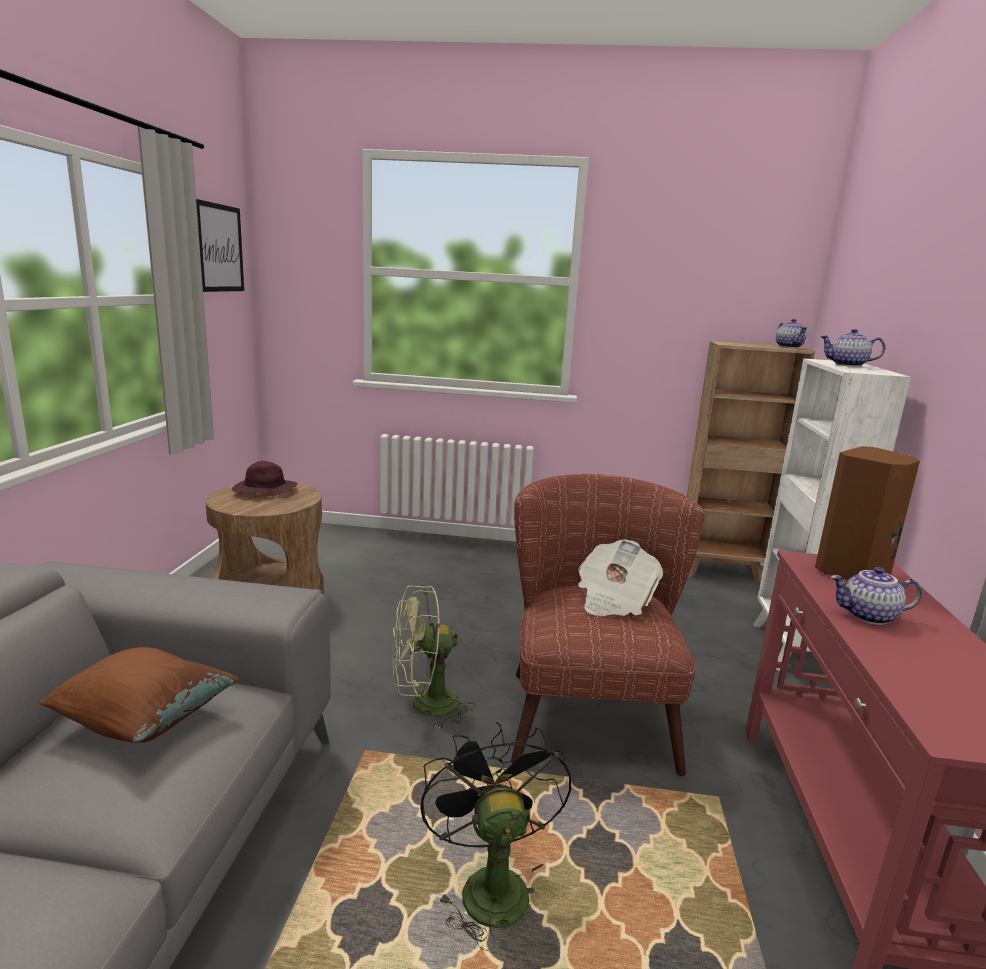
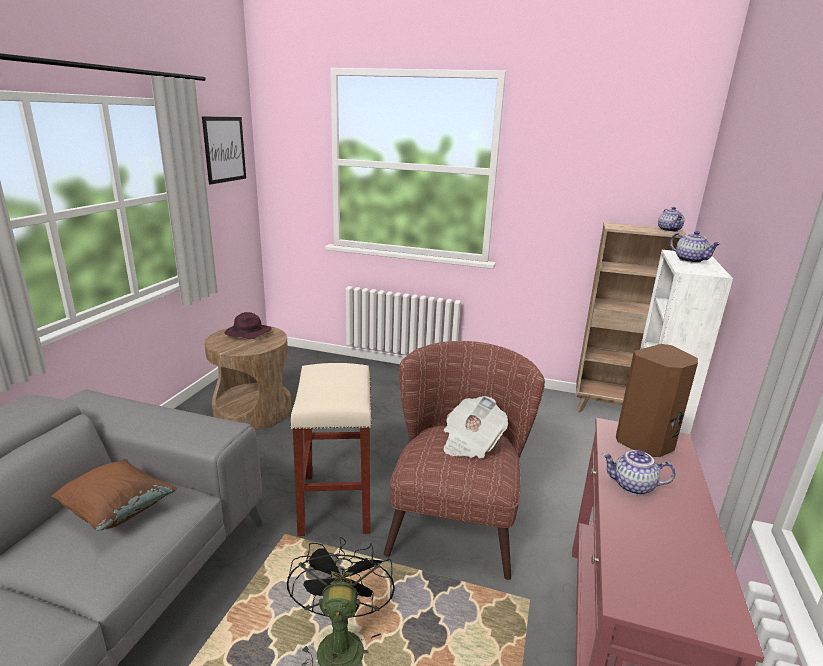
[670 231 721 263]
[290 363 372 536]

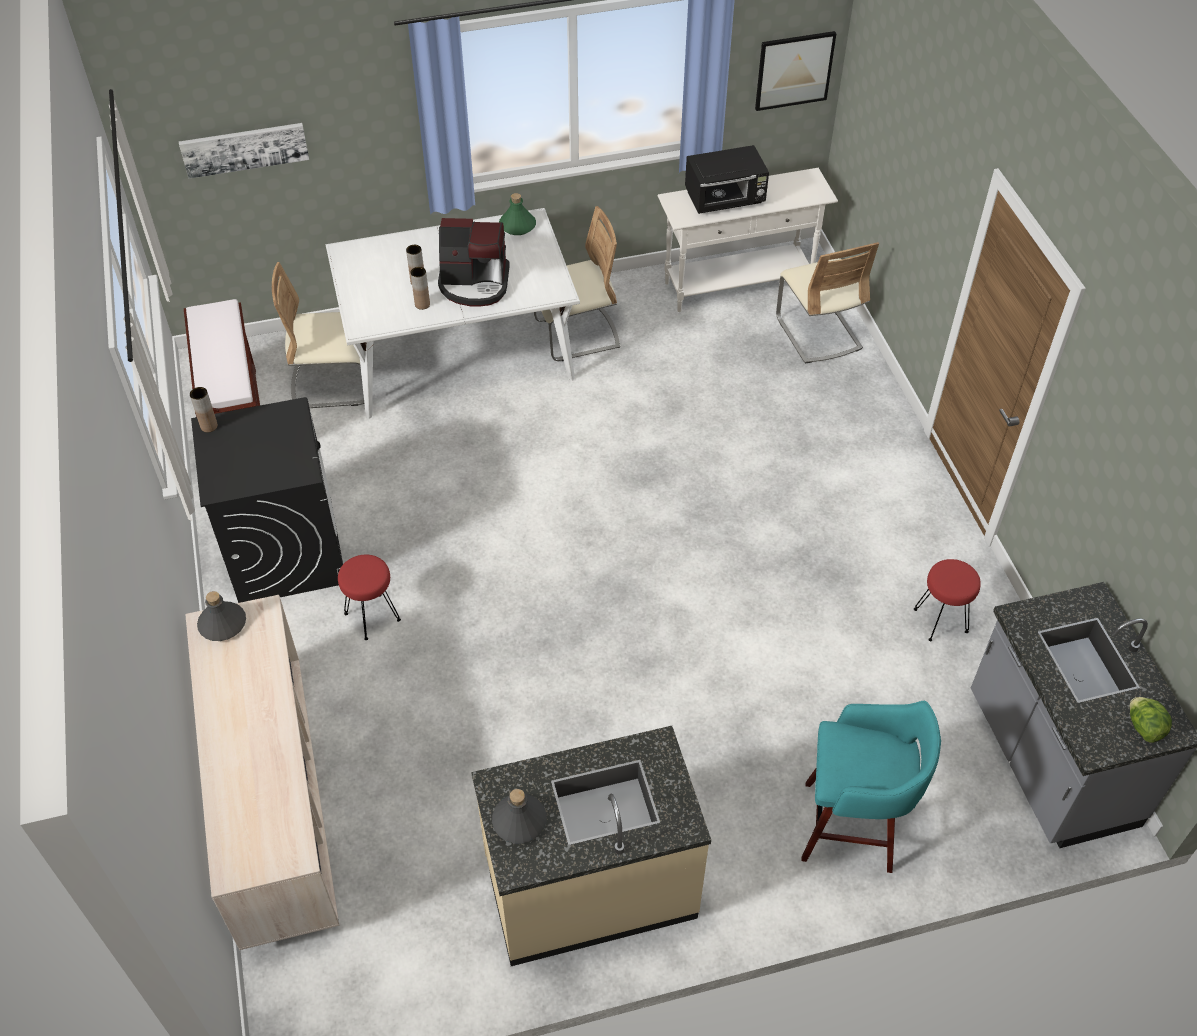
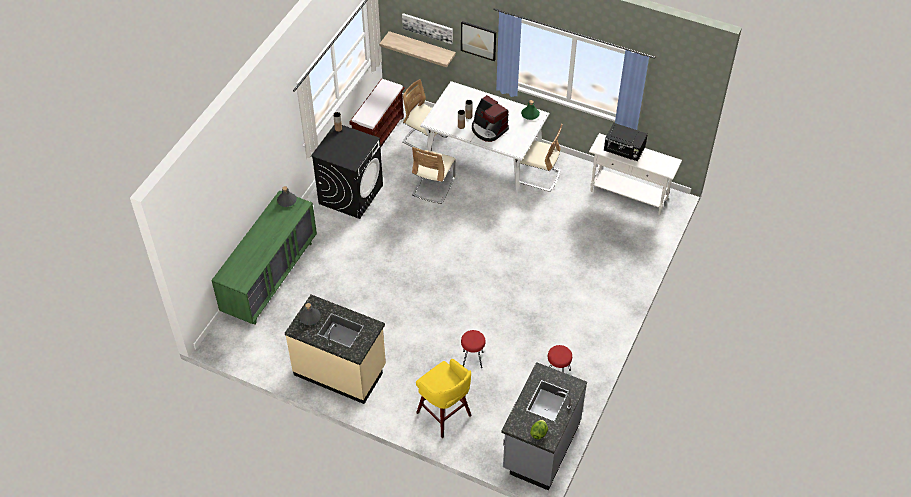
[461 21 496 61]
[412 147 455 204]
[461 330 486 368]
[211 190 317 324]
[416 359 472 438]
[379 31 456 67]

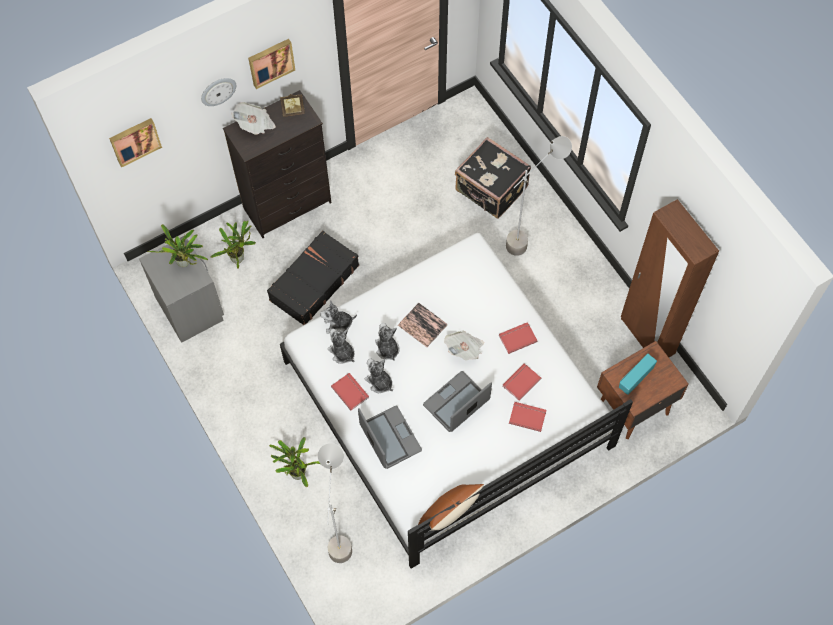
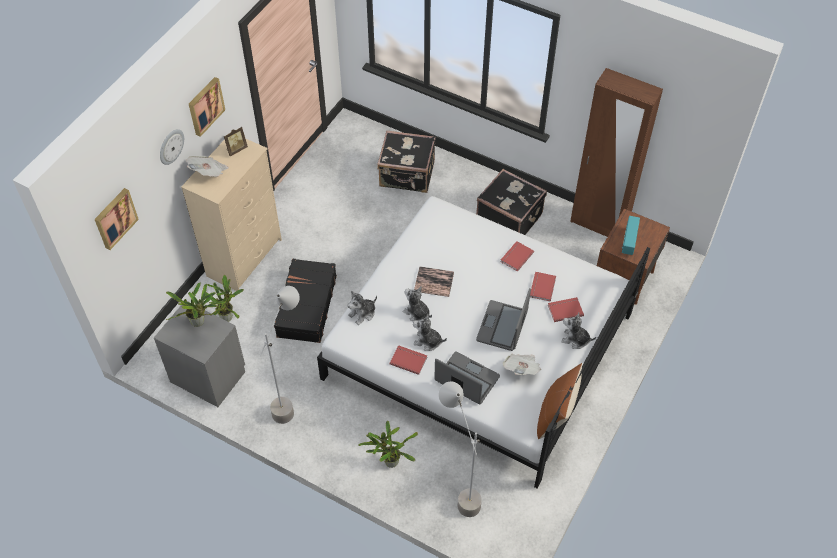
[181 138 282 291]
[260 286 299 424]
[561 312 596 349]
[503 354 541 375]
[476 169 547 235]

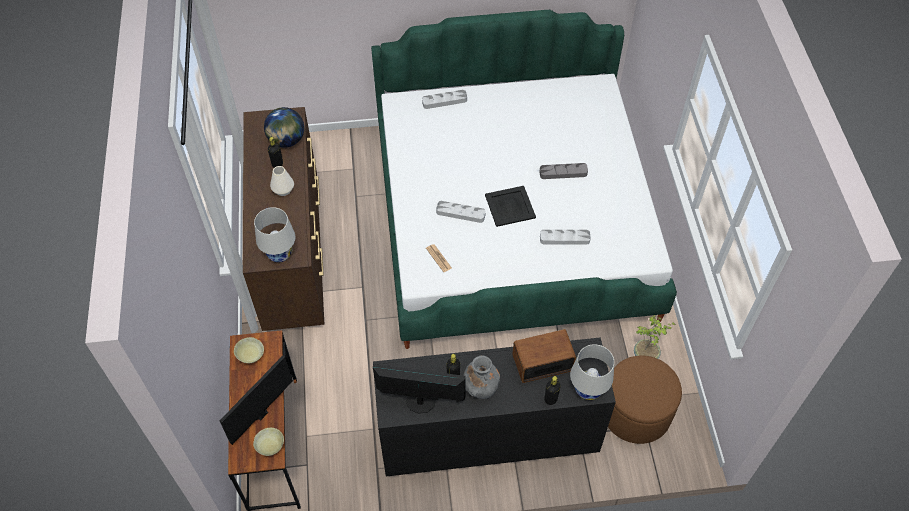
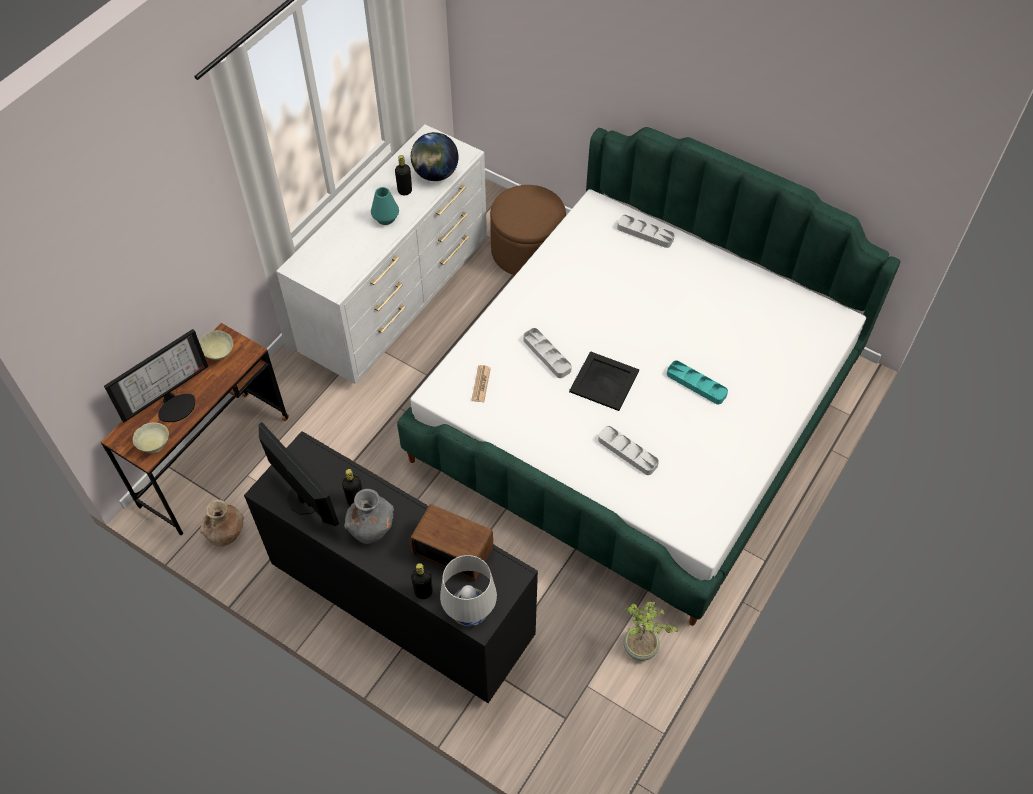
[276 124 487 384]
[667 360 728 404]
[371 187 399 225]
[254 207 295 262] (first image)
[104 329 208 422]
[490 185 566 275]
[200 500 244 547]

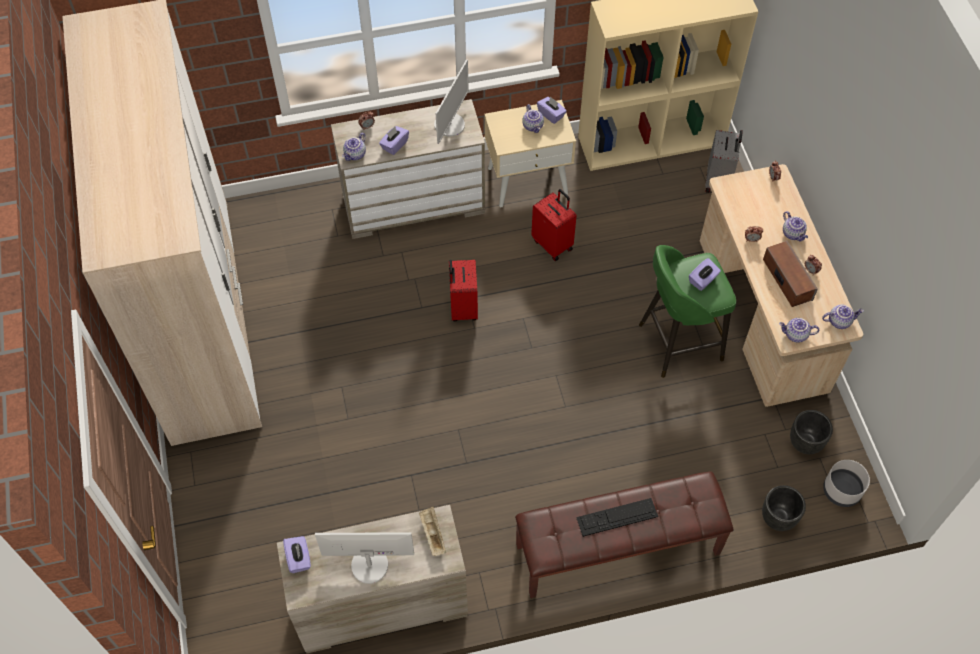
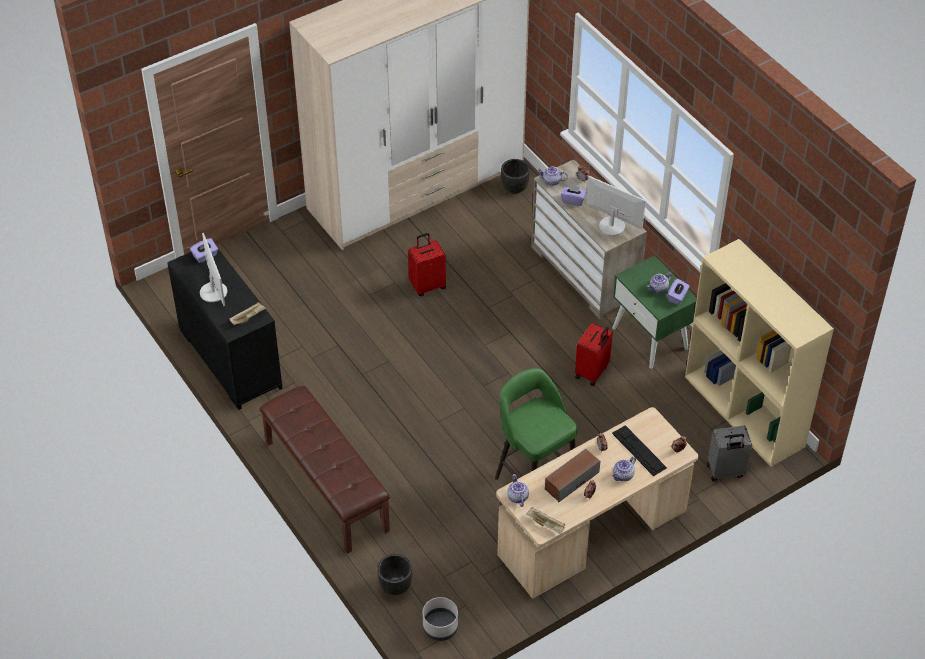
[586 176 646 236]
[612 256 697 369]
[689 258 721 291] (first image)
[408 233 446 296]
[526 507 565 534]
[501 159 530 194]
[612 425 667 476]
[167 249 283 410]

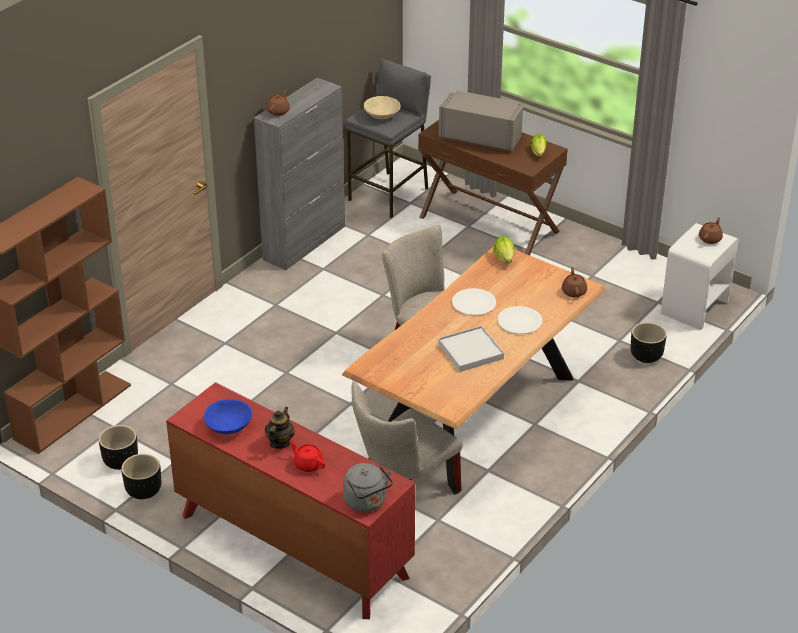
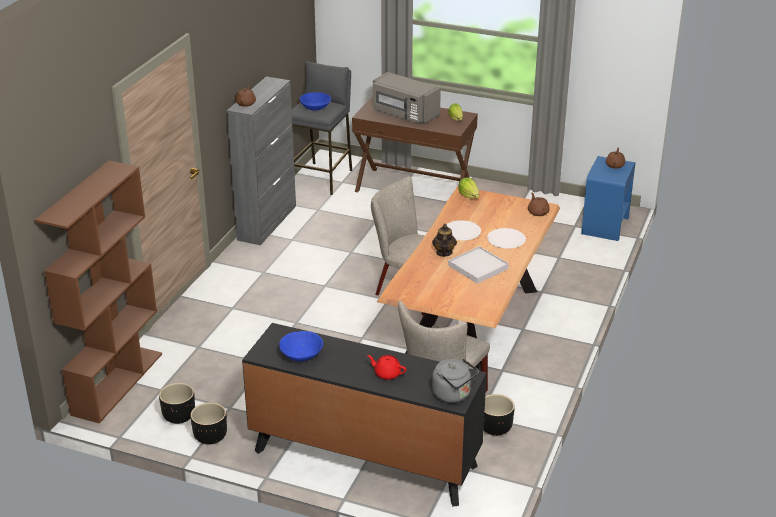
[373 72 441 124]
[300 92 331 111]
[581 156 635 241]
[484 394 515 436]
[242 323 487 507]
[432 224 457 257]

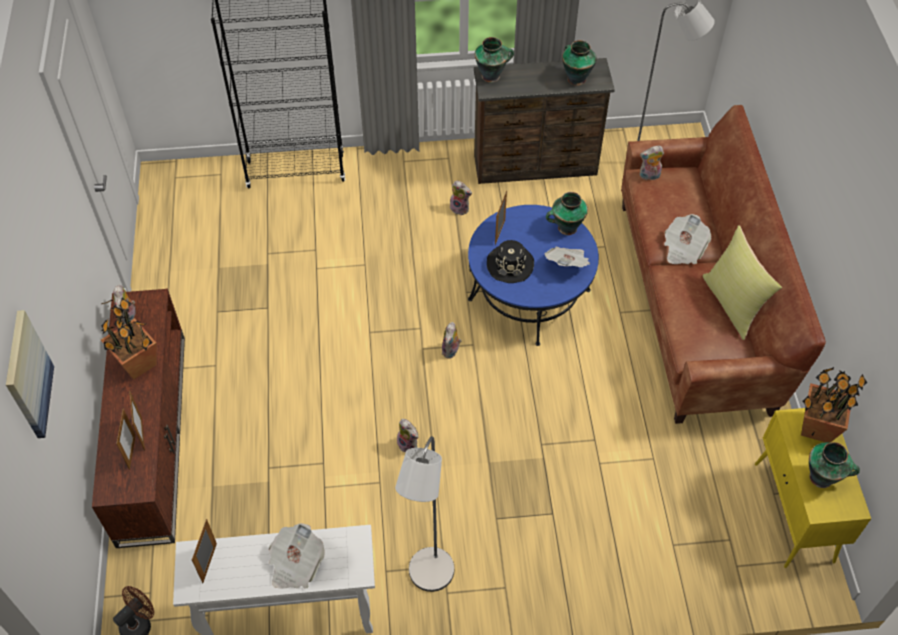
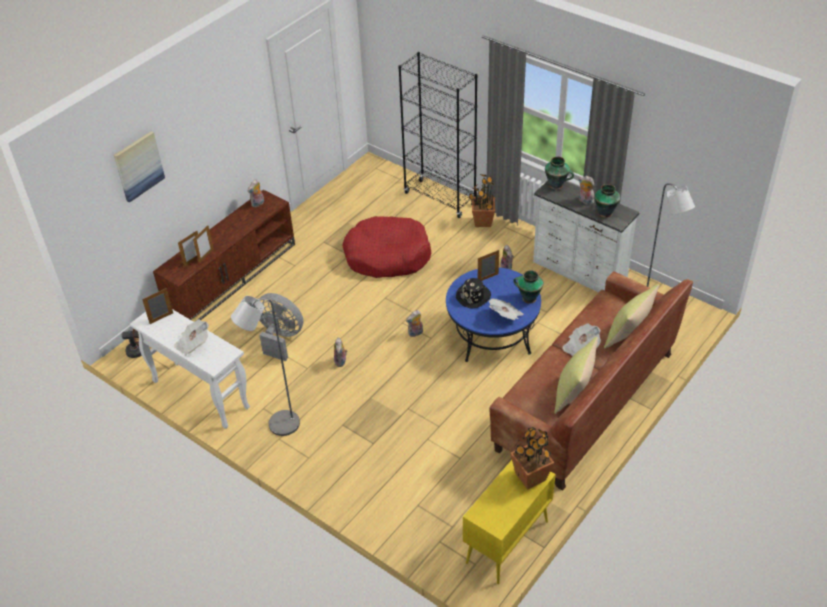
[533 181 640 292]
[579 176 594 205]
[469 174 495 227]
[809 442 860 488] (first image)
[342 216 431 278]
[604 284 659 349]
[259 293 303 361]

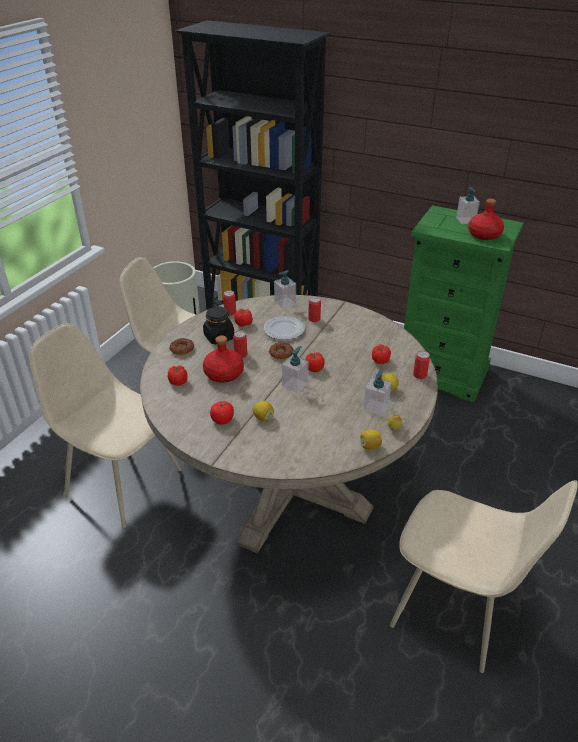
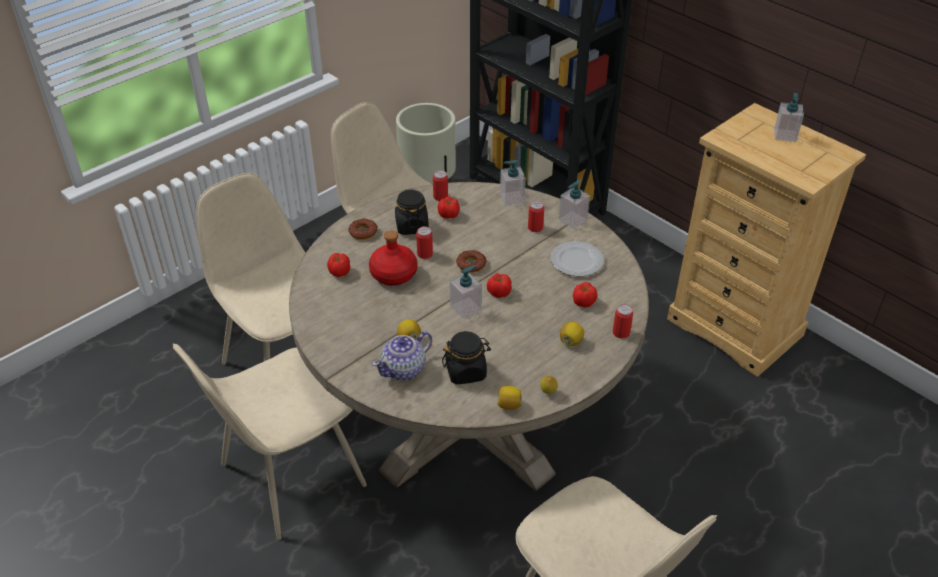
[468 198 504 240] (first image)
[667 103 866 377]
[551 241 604 276]
[559 180 590 229]
[210 401 234 425] (first image)
[372 331 432 380]
[442 331 491 385]
[173 343 367 540]

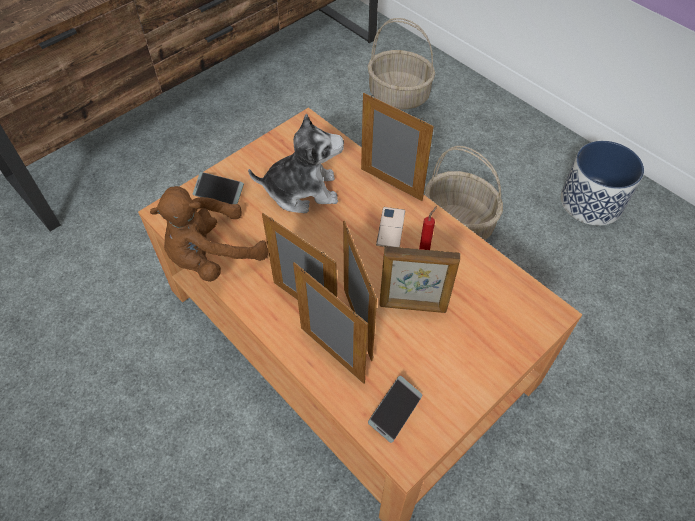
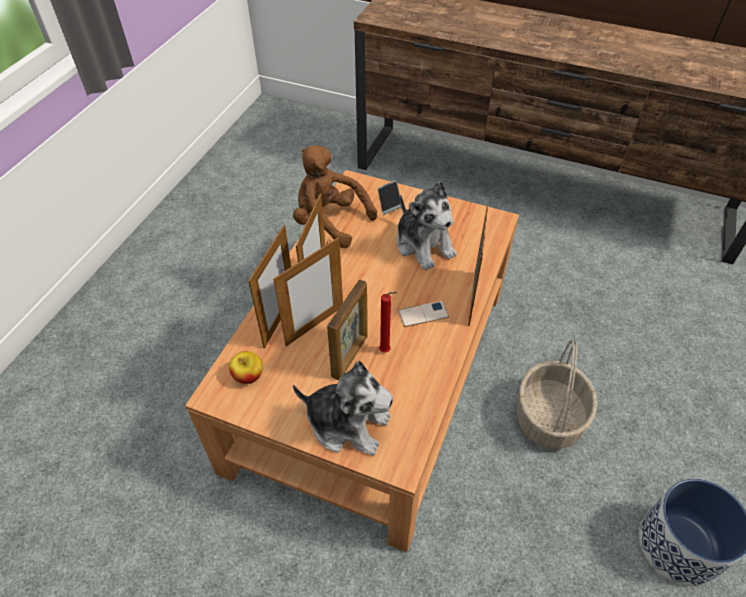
[367 18 435 109] (first image)
[327 279 368 380]
[229 351 263 384]
[293 361 393 456]

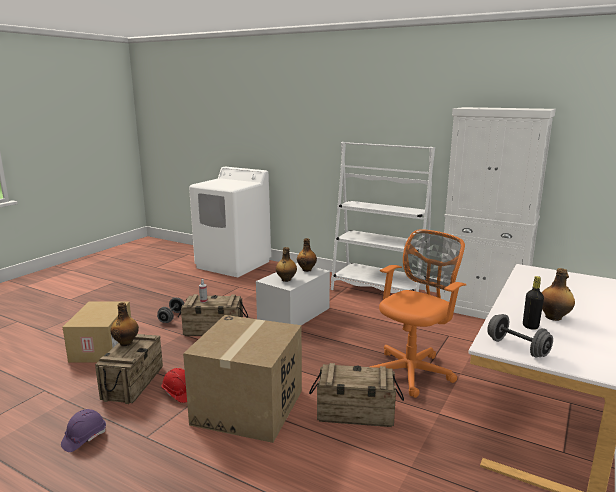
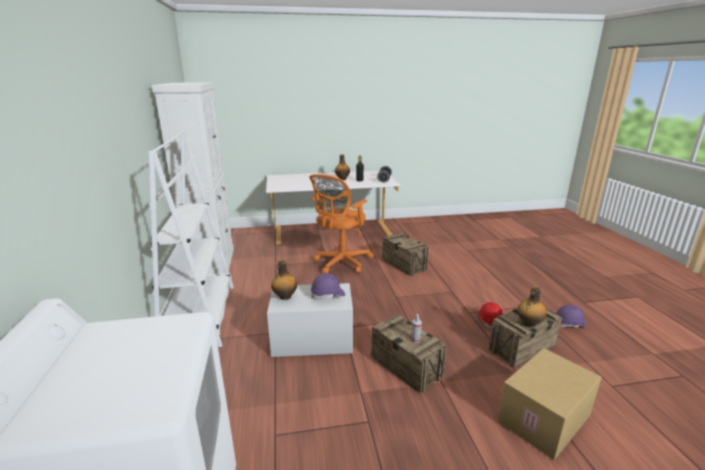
[309 174 374 273]
[311 273 345 300]
[157 298 184 323] (first image)
[183 315 302 443] (first image)

